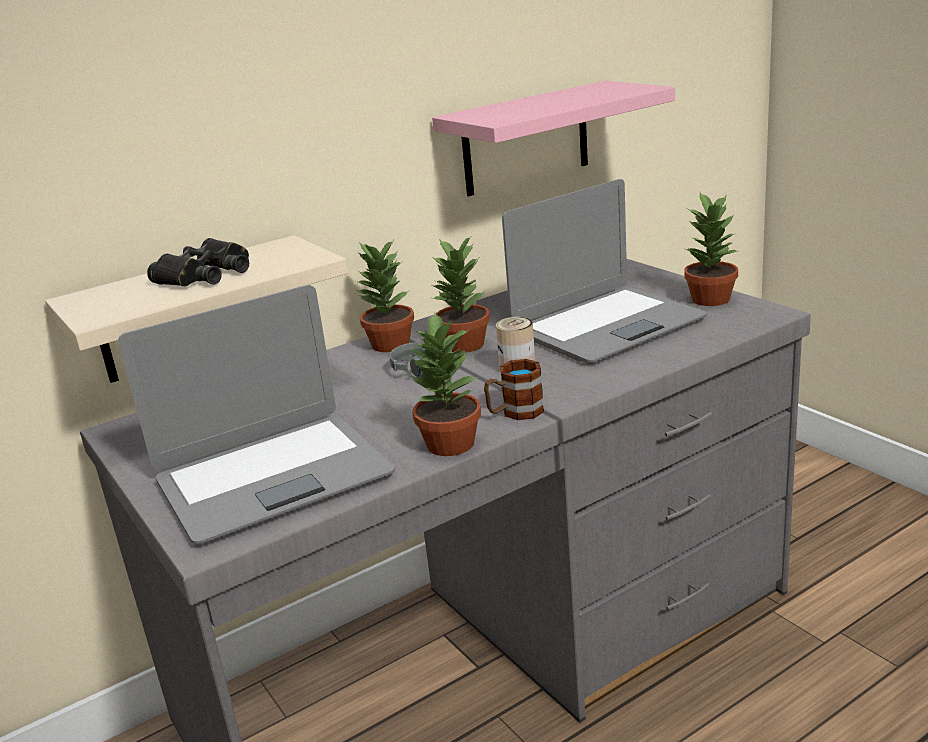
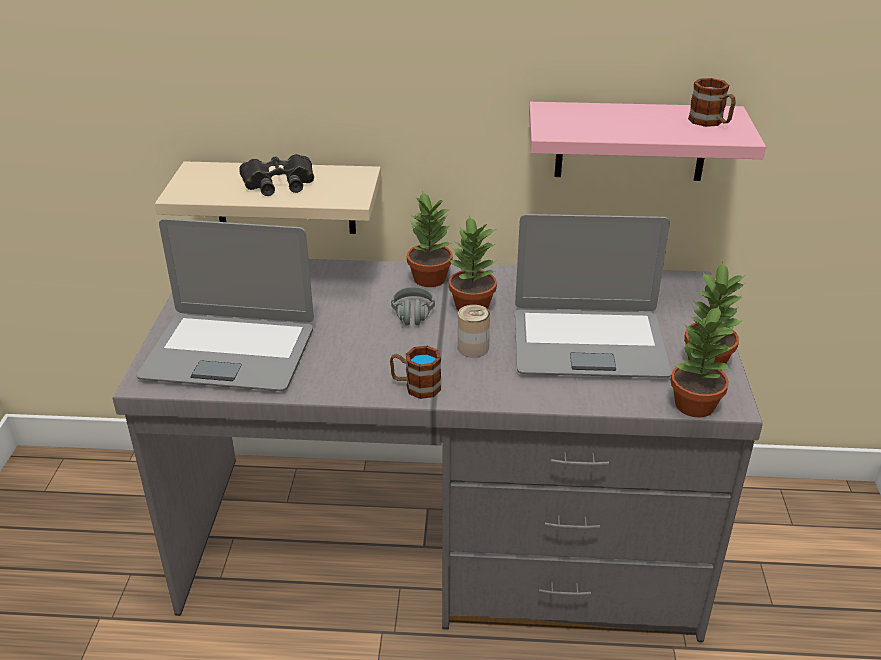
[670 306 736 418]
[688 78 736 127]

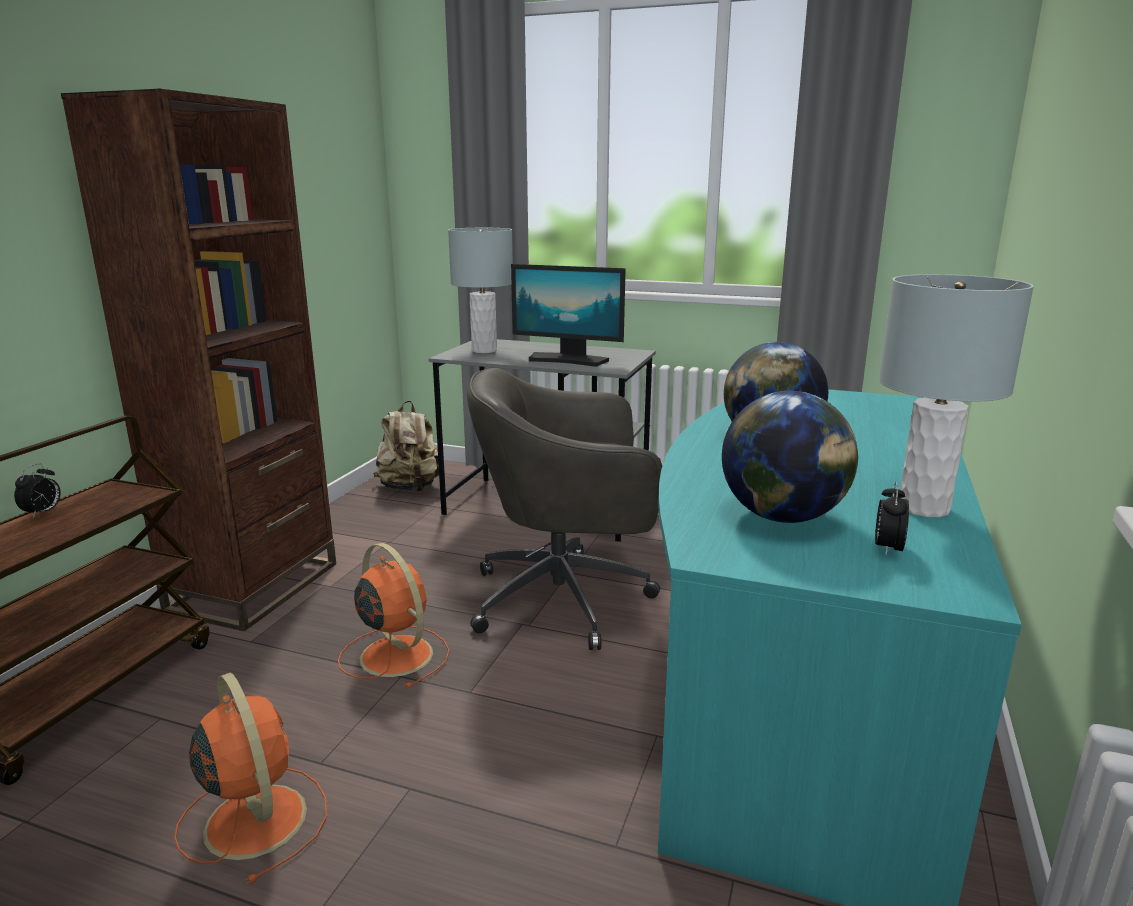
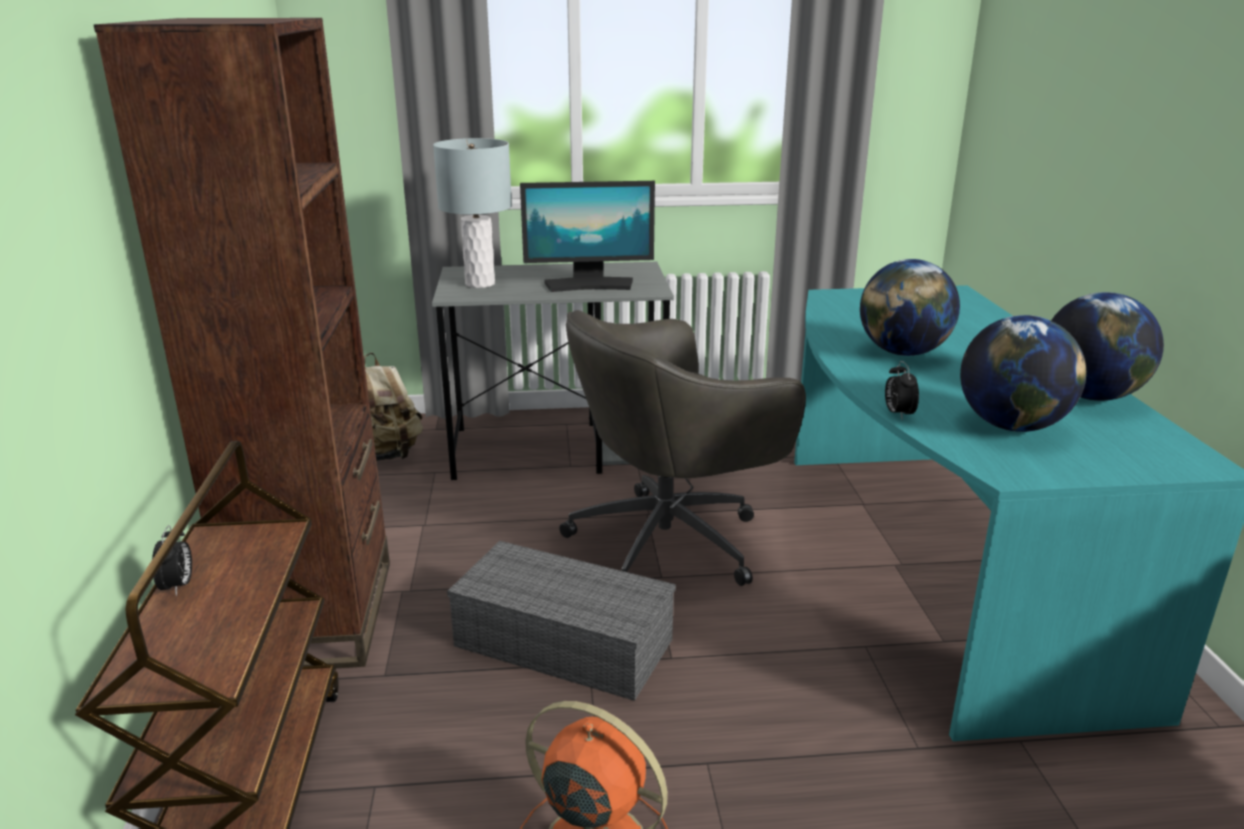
[1051 292 1164 401]
[885 361 919 420]
[447 541 676 701]

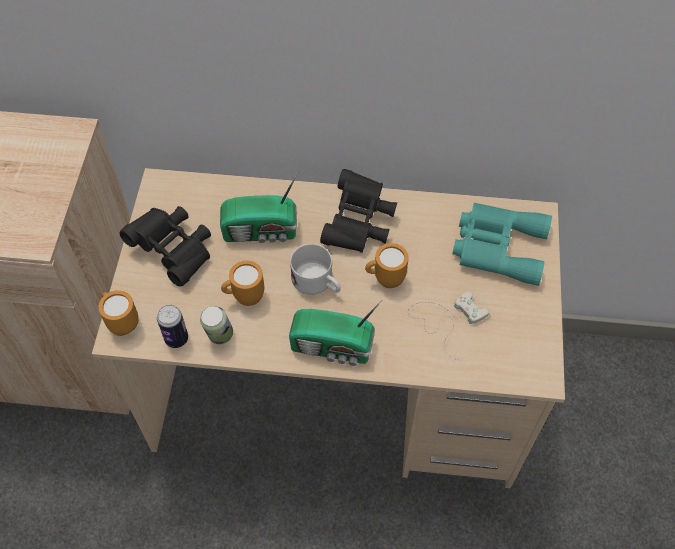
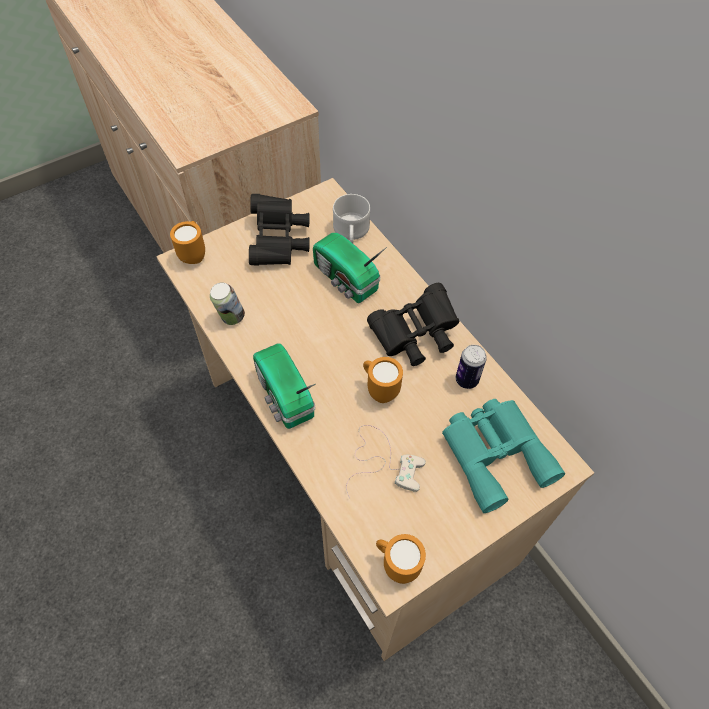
[333 194 370 243]
[376 534 426 584]
[456 345 487 389]

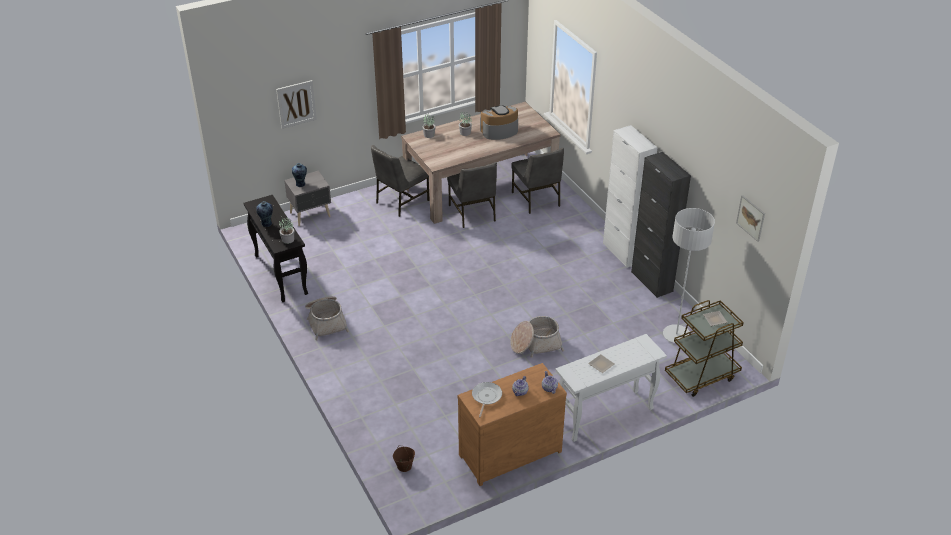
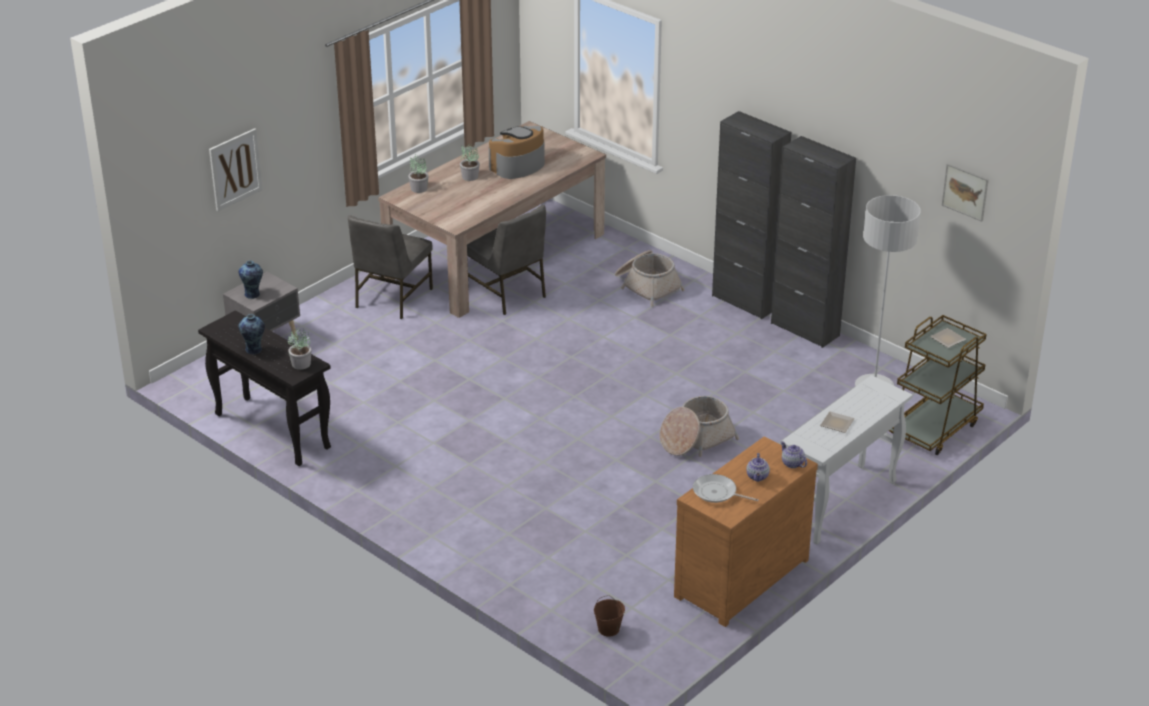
[712 111 791 319]
[511 148 564 214] (first image)
[615 250 685 306]
[693 474 759 503]

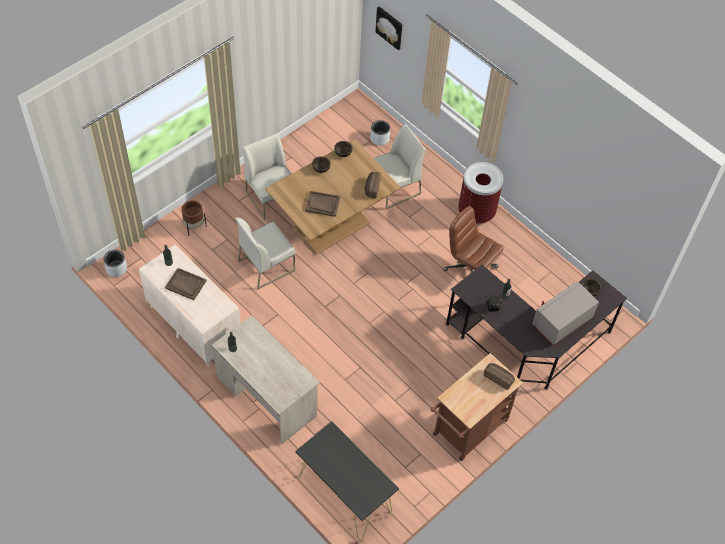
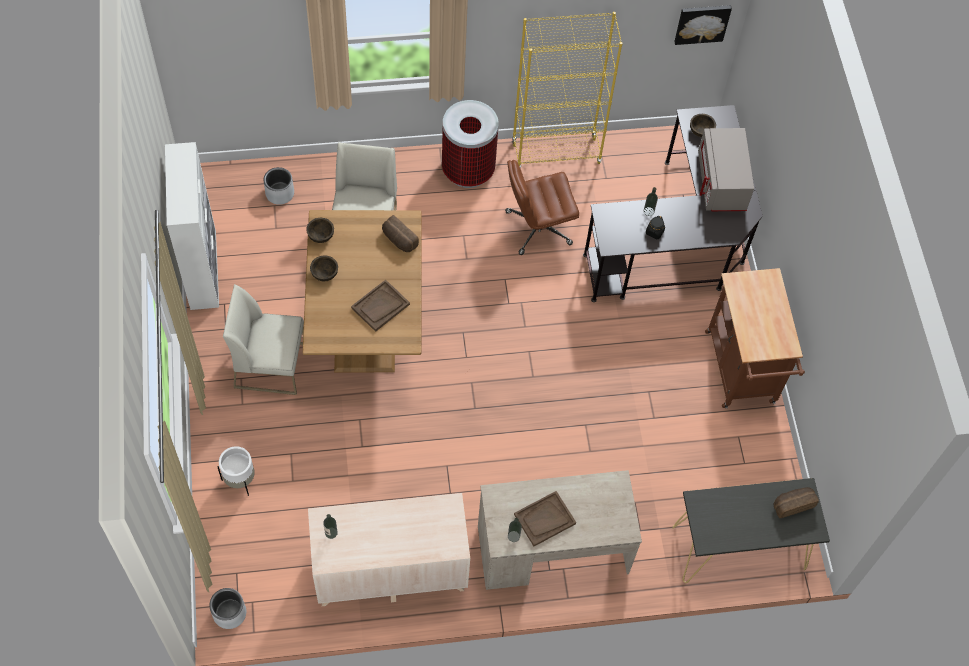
[674 5 732 45]
[217 446 255 496]
[235 217 296 289] (first image)
[514 491 576 546]
[773 487 819 518]
[512 12 623 168]
[165 142 219 310]

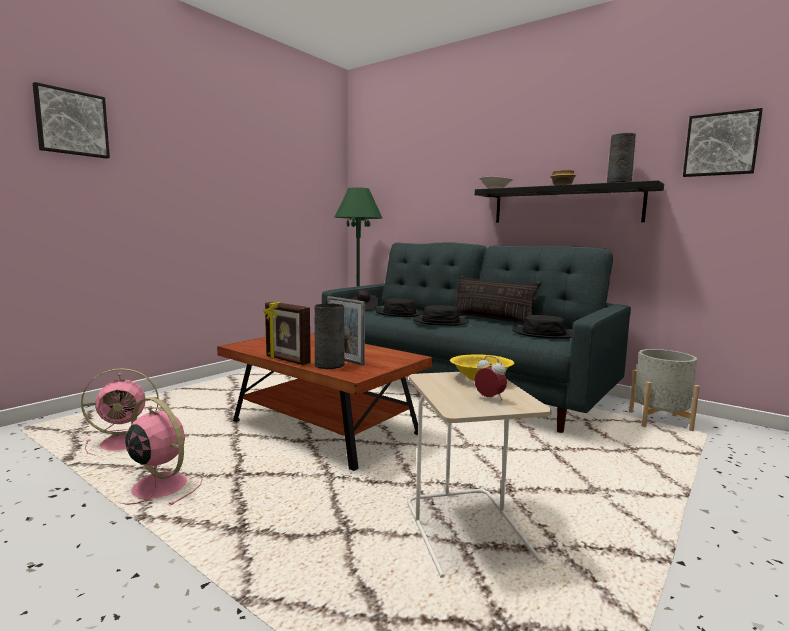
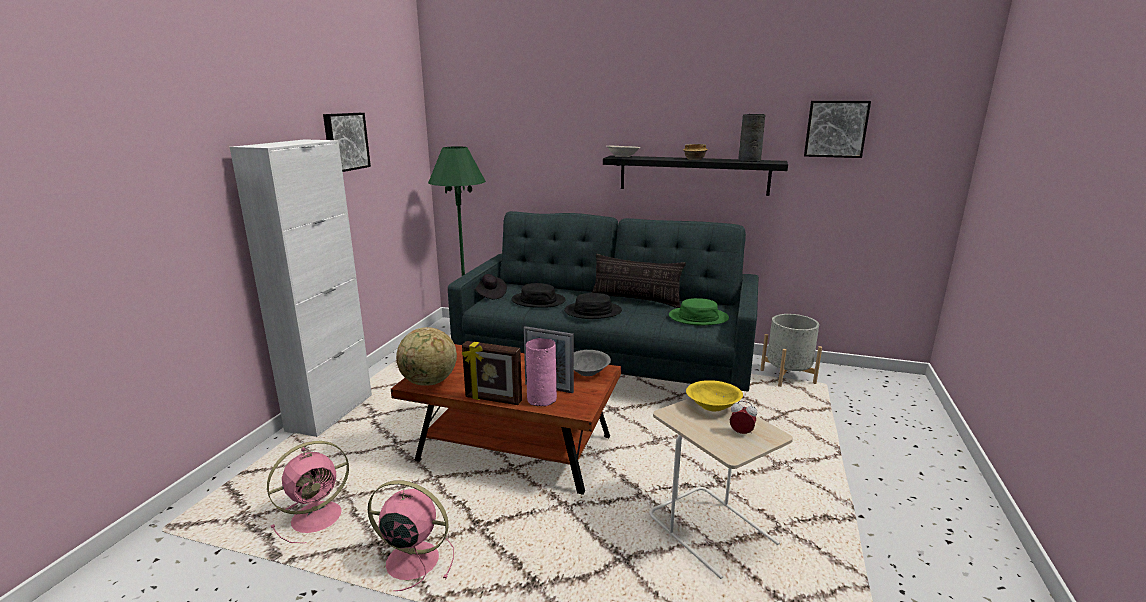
[323 113 371 172]
[526 338 557 406]
[669 298 729 325]
[230 139 372 437]
[396 327 457 386]
[574 350 611 376]

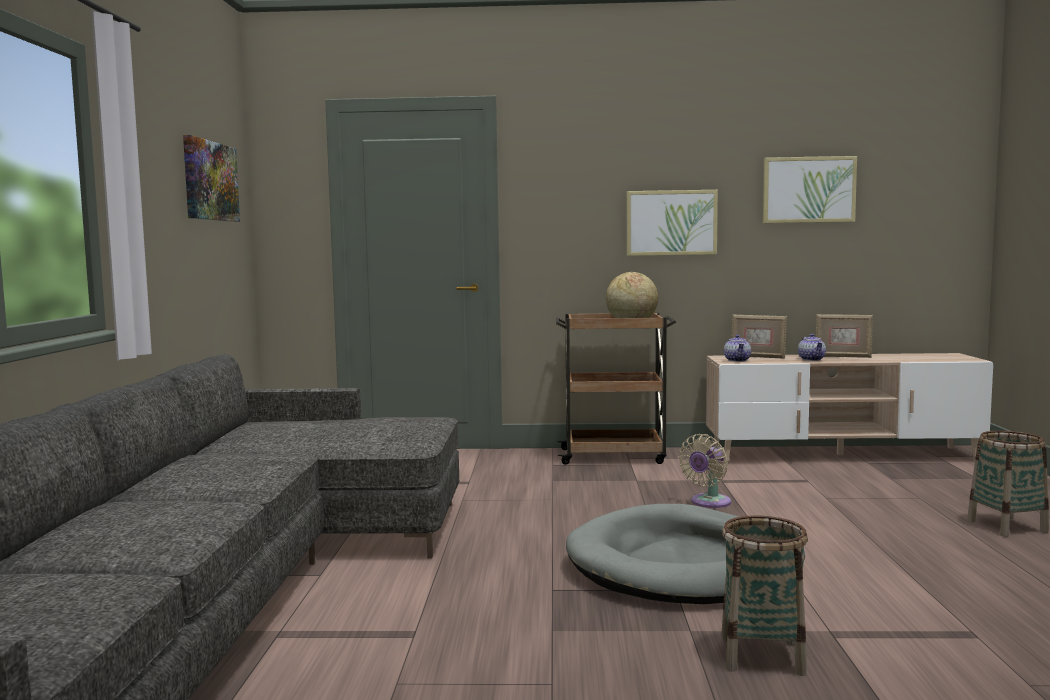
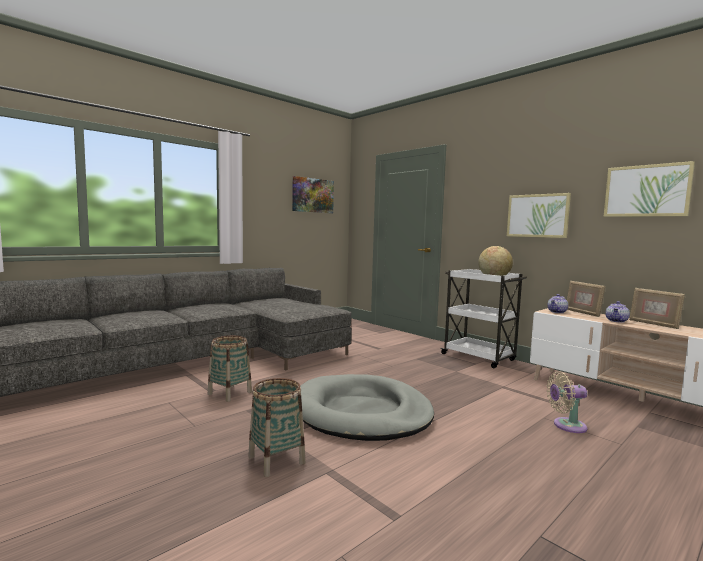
[440 269 527 368]
[208 336 252 402]
[546 372 587 433]

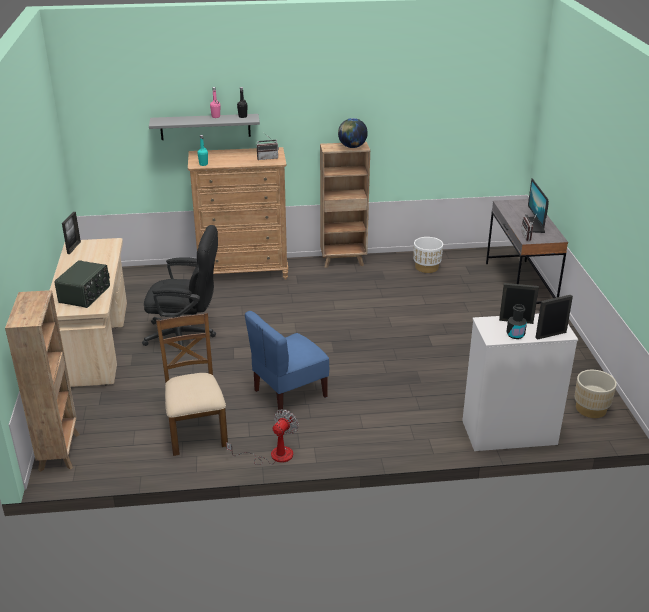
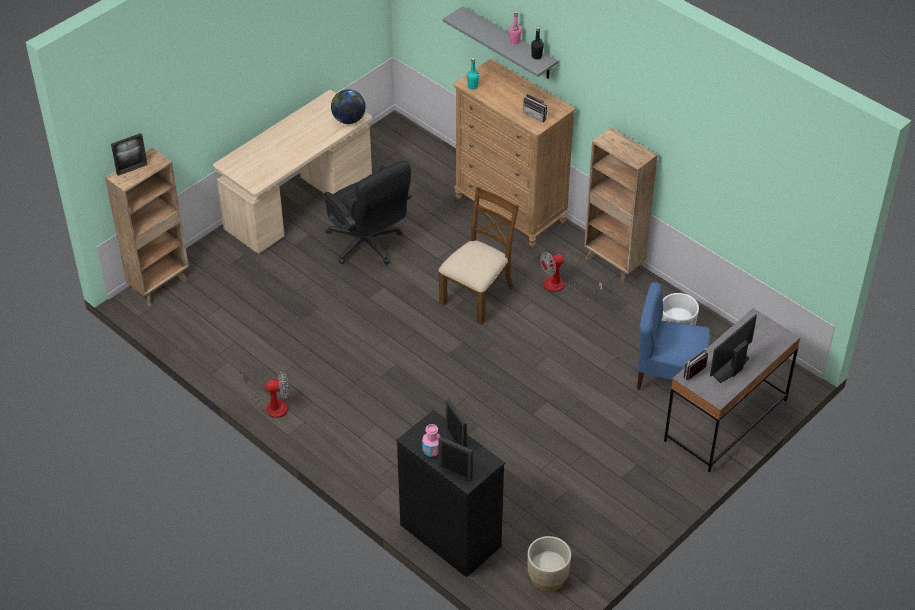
[331 89 366 124]
[111 133 147 176]
[55 260 110 308] (first image)
[422 424 441 457]
[637 282 710 390]
[439 187 519 324]
[396 410 505 577]
[540 251 602 300]

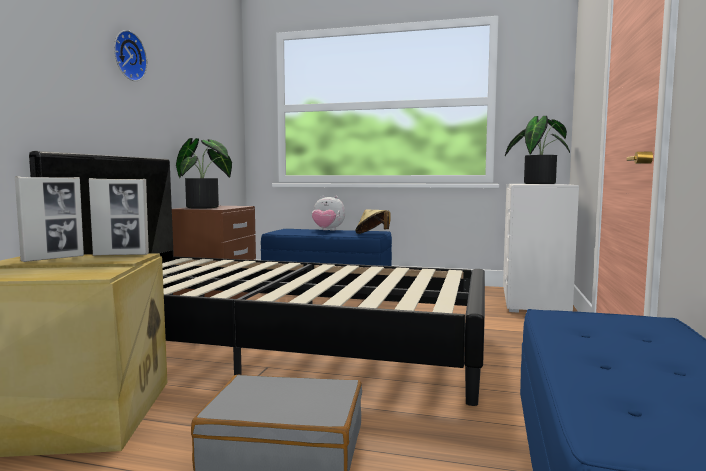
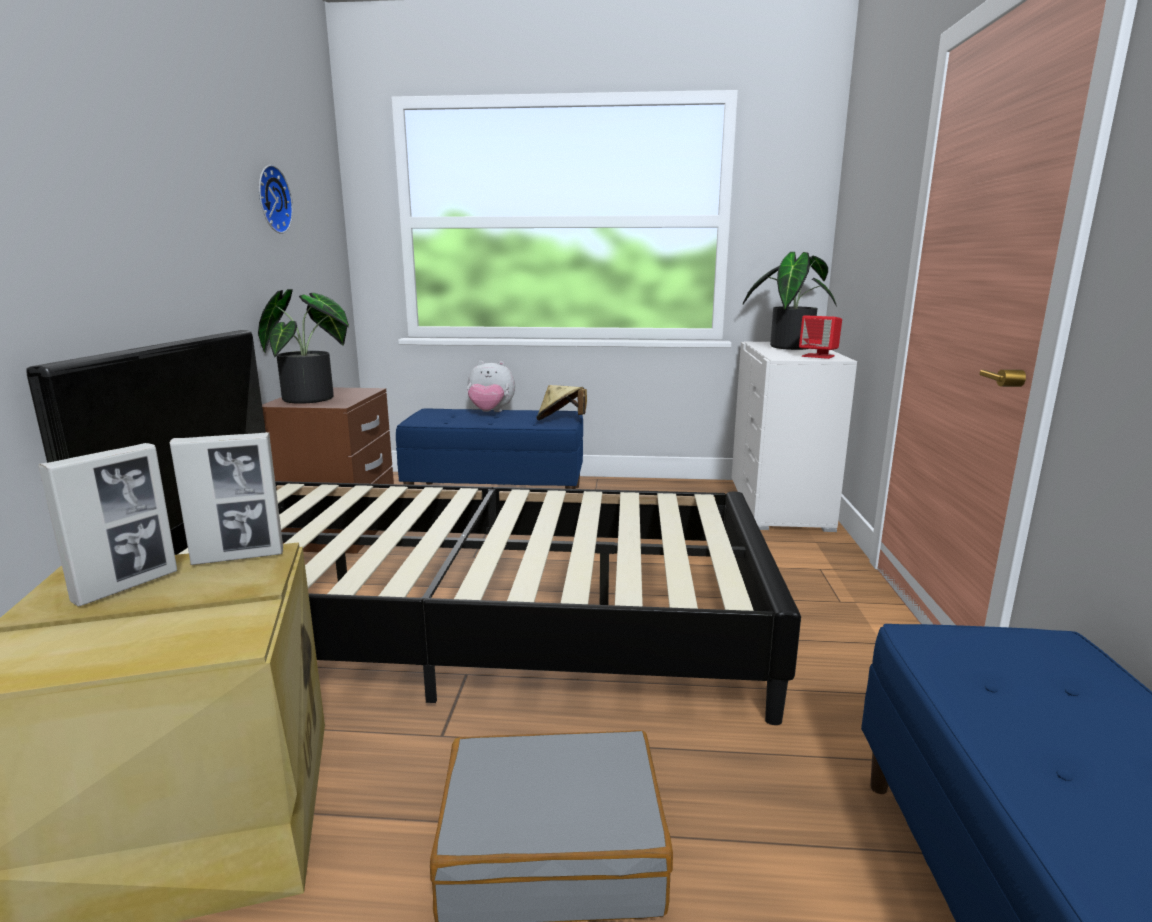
[259 165 293 234]
[799 315 842 359]

